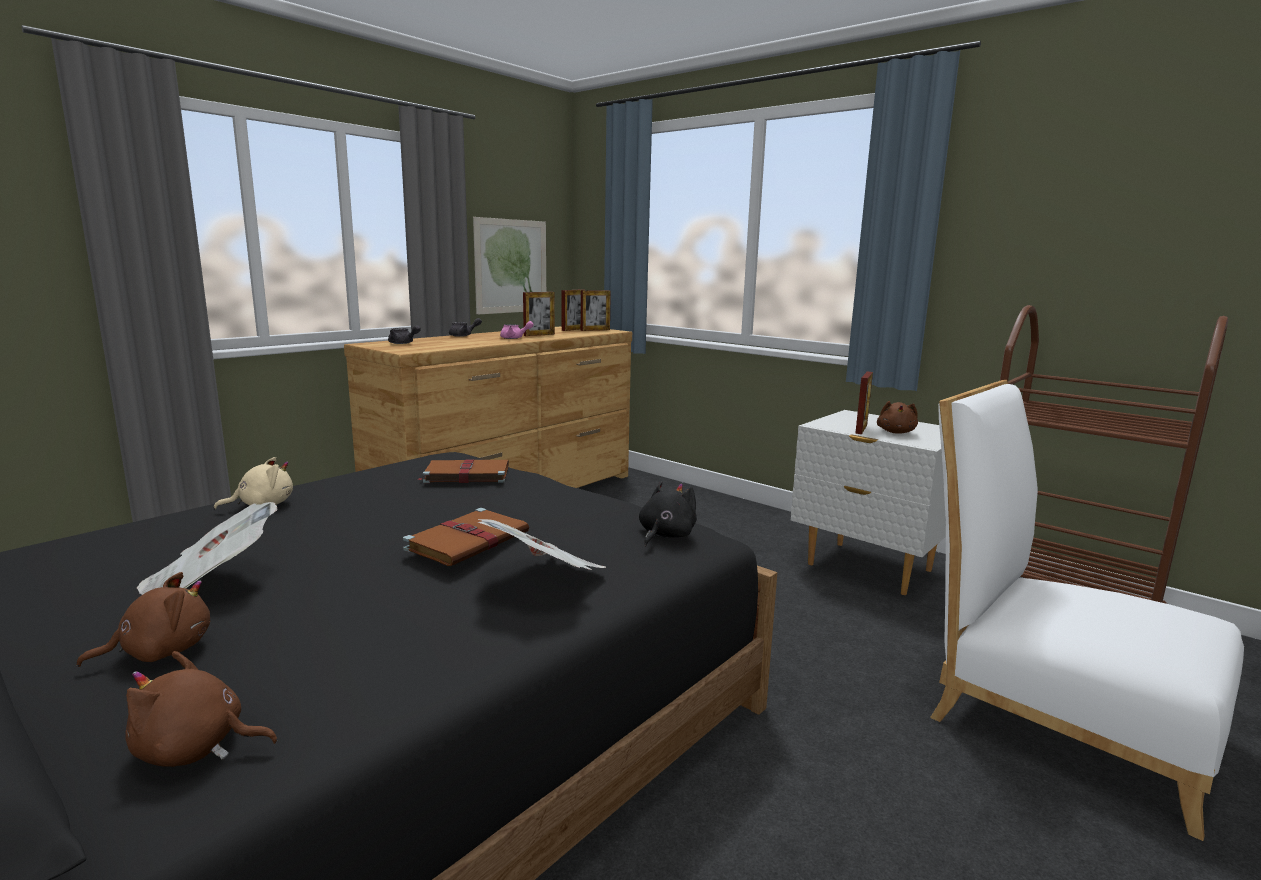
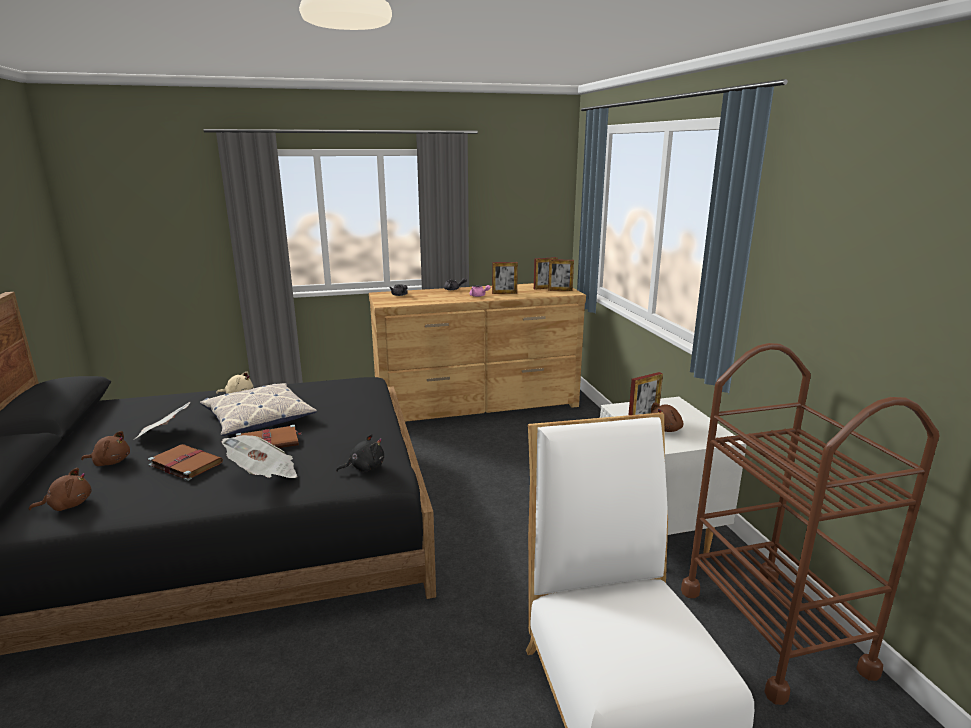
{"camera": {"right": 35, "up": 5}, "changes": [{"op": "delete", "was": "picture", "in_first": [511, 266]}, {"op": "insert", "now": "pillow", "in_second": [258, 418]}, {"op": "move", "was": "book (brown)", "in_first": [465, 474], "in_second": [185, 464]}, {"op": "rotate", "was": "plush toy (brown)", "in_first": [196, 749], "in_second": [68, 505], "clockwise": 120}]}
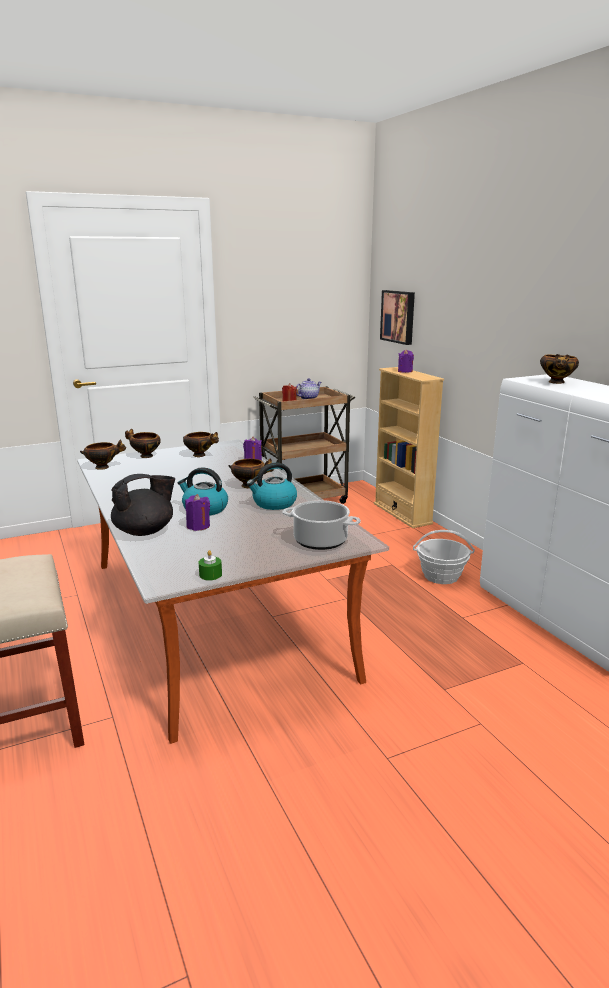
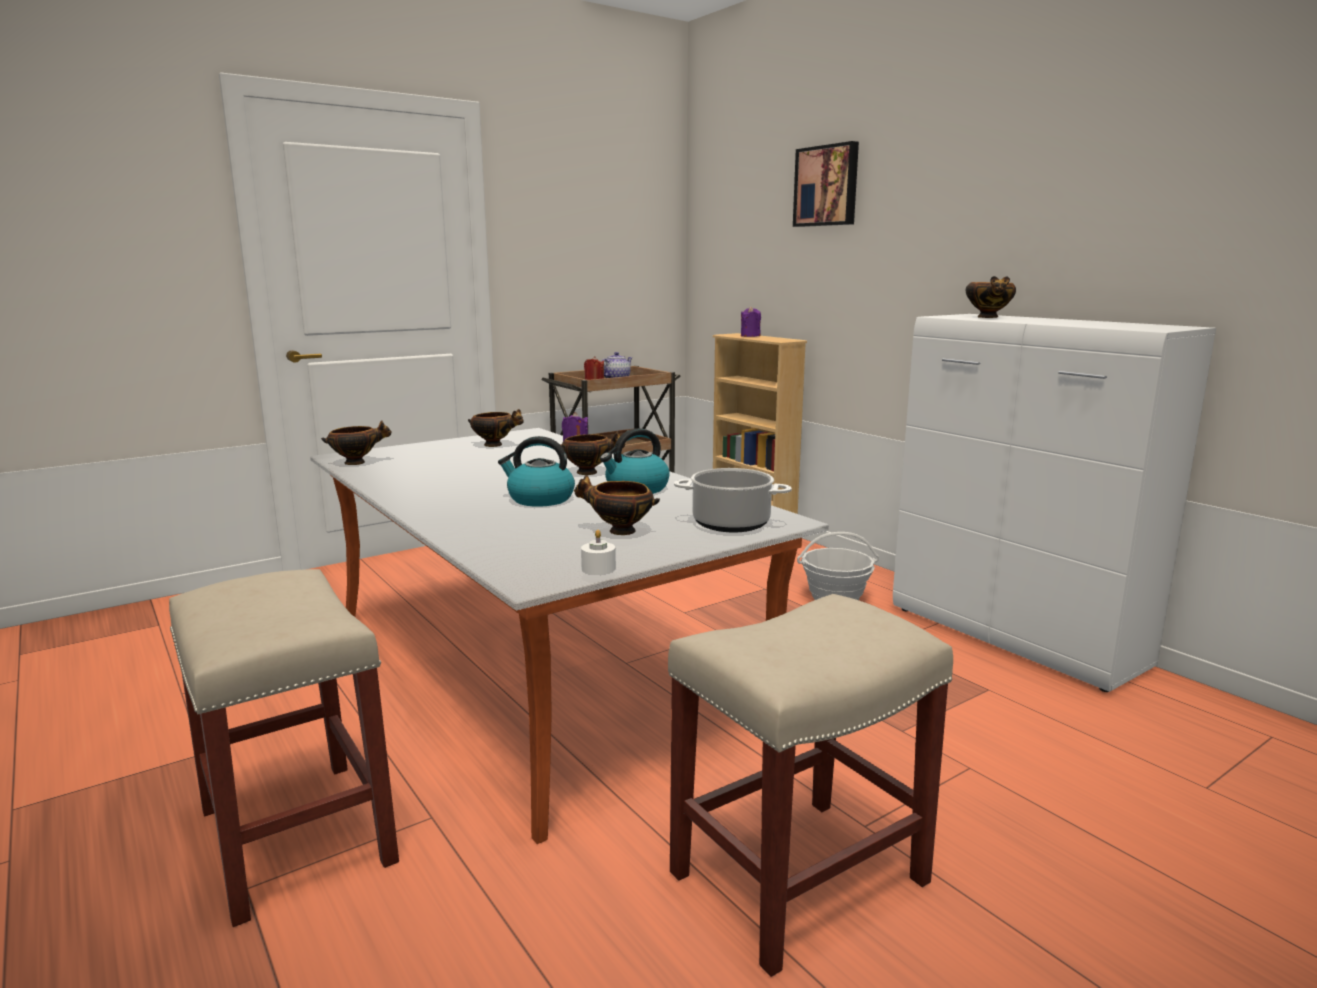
{"camera": {"right": -10, "up": -5}, "changes": [{"op": "delete", "was": "teapot (black)", "in_first": [145, 531]}, {"op": "delete", "was": "candle (purple)", "in_first": [198, 526]}, {"op": "insert", "now": "stool (beige)", "in_second": [796, 879]}, {"op": "move", "was": "bowl", "in_first": [145, 456], "in_second": [619, 531]}, {"op": "move", "was": "picture", "in_first": [399, 316], "in_second": [827, 186]}, {"op": "recolor", "was": "candle (green)", "now": "candle (white)", "in_first": [210, 575], "in_second": [598, 568]}]}
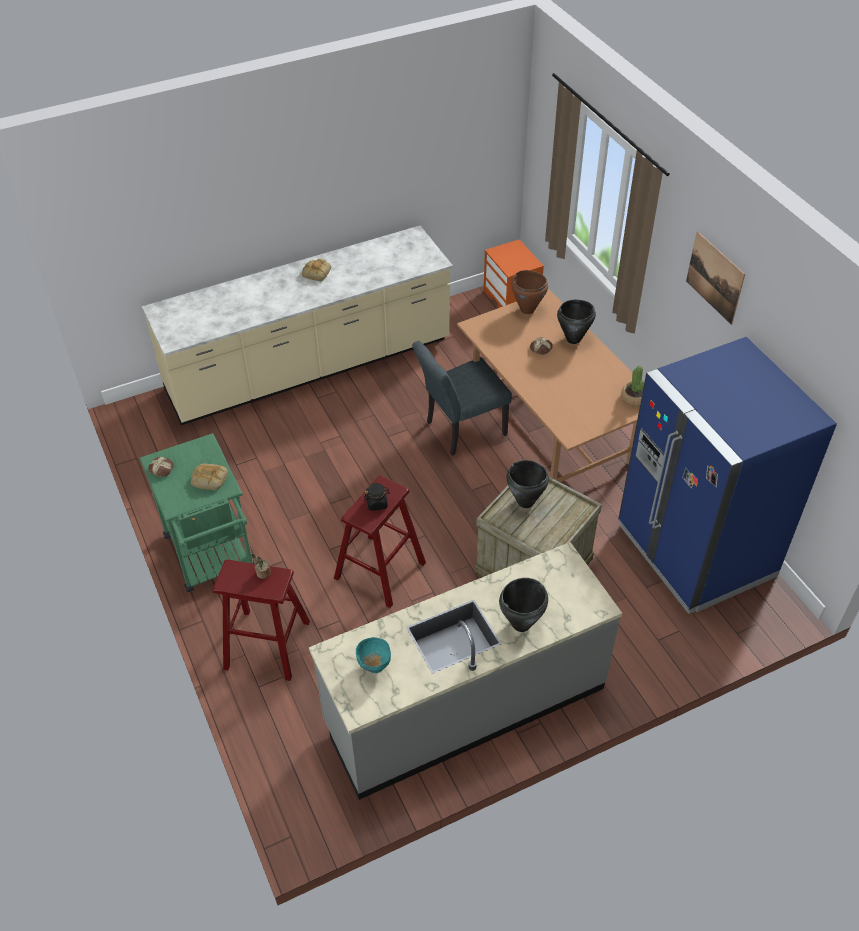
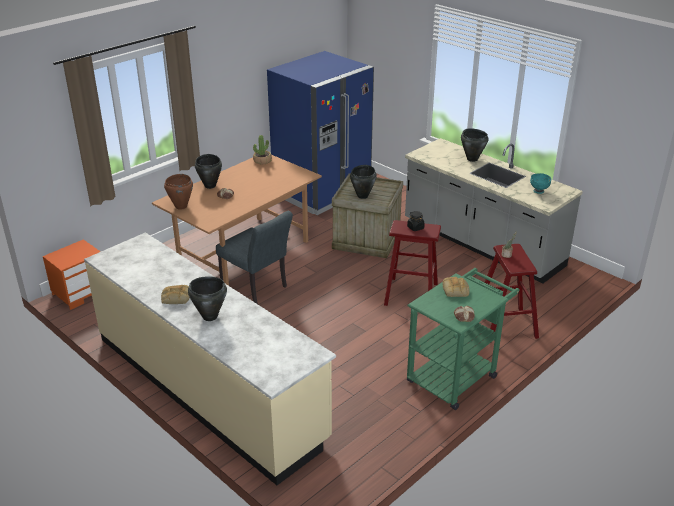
{"camera": {"right": -110, "up": -15}, "changes": [{"op": "delete", "was": "picture", "in_first": [715, 277]}, {"op": "insert", "now": "cooking pot (black)", "in_second": [209, 316]}]}
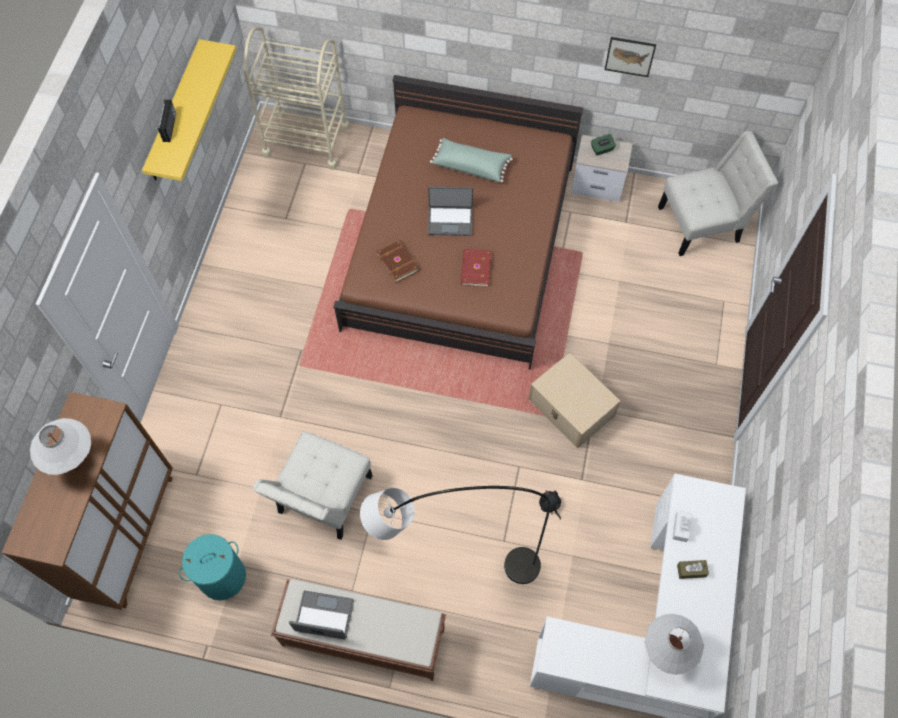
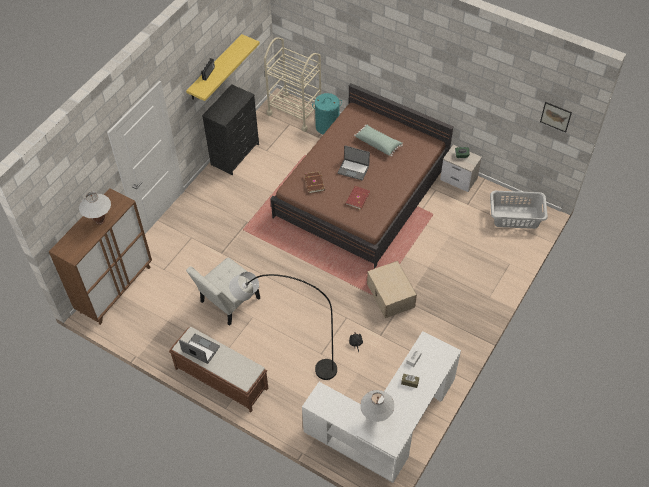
{"camera": {"right": 20, "up": -10}, "changes": [{"op": "insert", "now": "dresser (black)", "in_second": [235, 154]}, {"op": "move", "was": "laundry basket (turquoise)", "in_first": [222, 577], "in_second": [327, 126]}, {"op": "move", "was": "picture", "in_first": [630, 56], "in_second": [556, 116]}, {"op": "replace", "was": "chair (white)", "now": "laundry basket (grey)", "in_first": [703, 223], "in_second": [515, 217]}]}
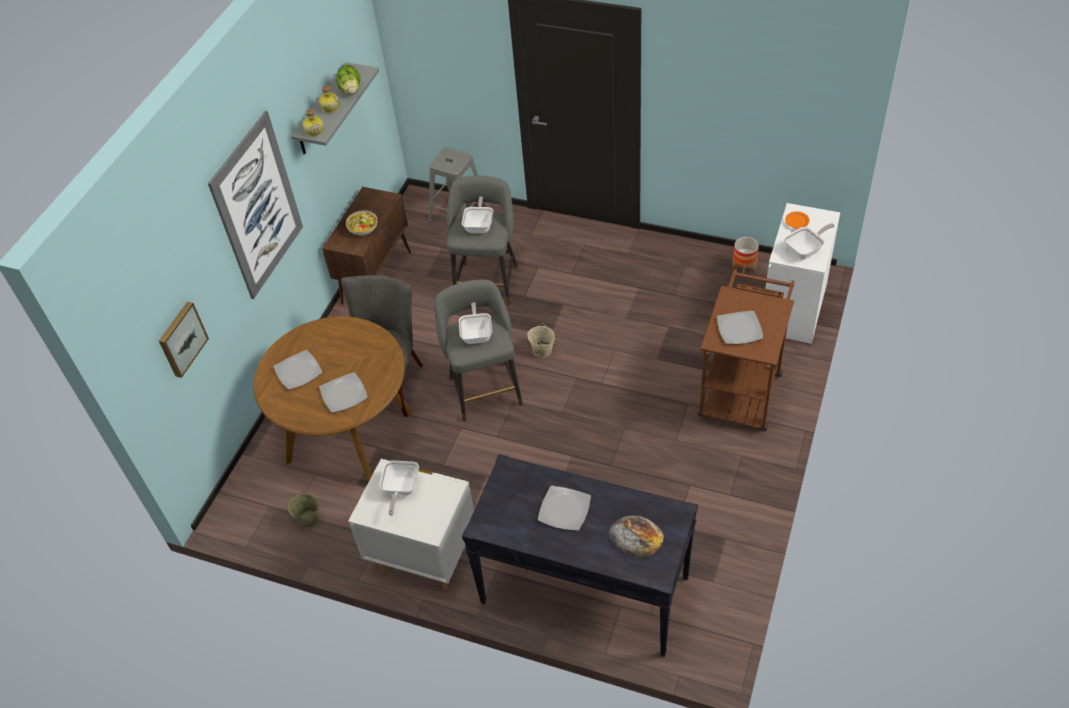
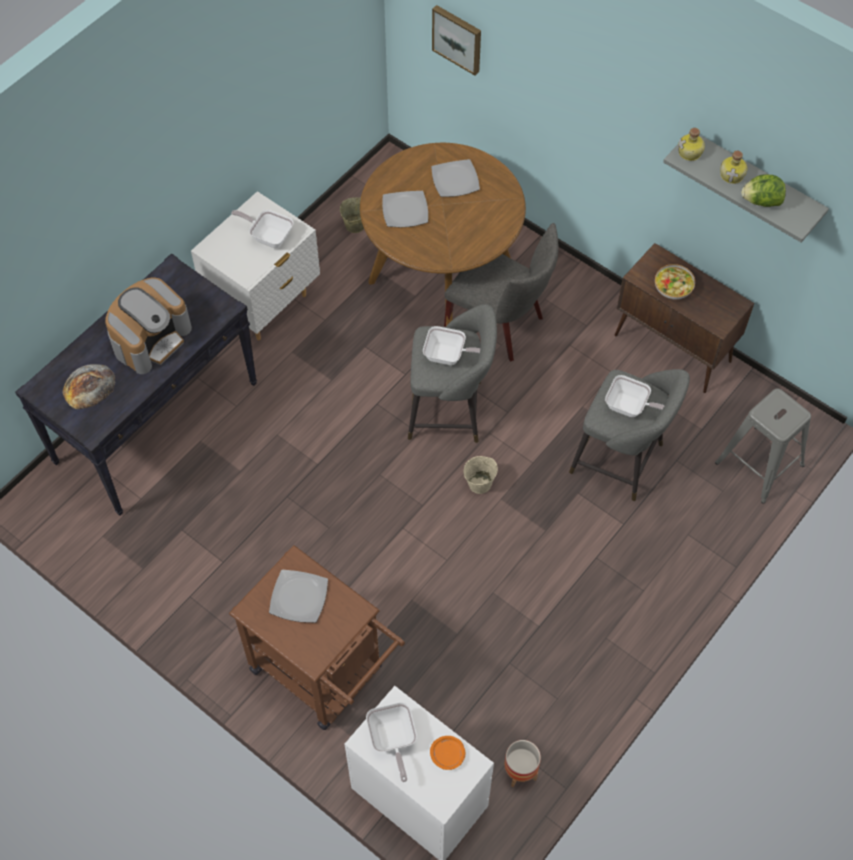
{"camera": {"right": 105, "up": 10}, "changes": [{"op": "delete", "was": "picture", "in_first": [258, 206]}, {"op": "replace", "was": "plate", "now": "coffee machine", "in_first": [564, 510], "in_second": [151, 338]}]}
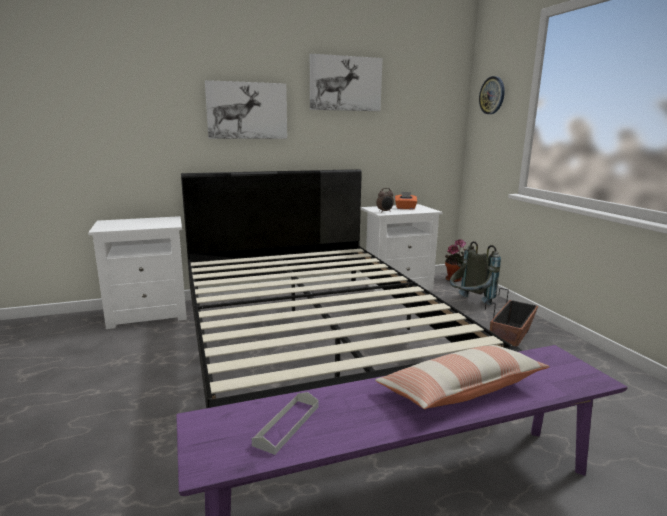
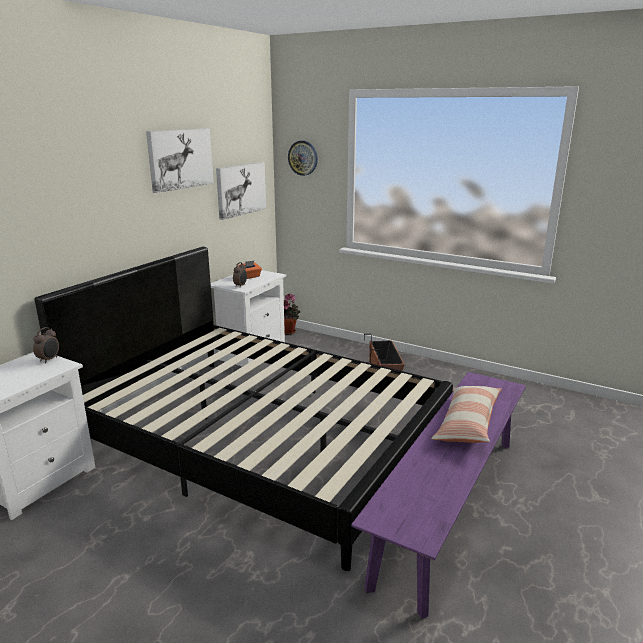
{"camera": {"right": -40, "up": 5}, "changes": [{"op": "delete", "was": "tray (grey)", "in_first": [287, 425]}, {"op": "delete", "was": "backpack (grey)", "in_first": [469, 303]}, {"op": "insert", "now": "alarm clock", "in_second": [49, 359]}, {"op": "move", "was": "picture", "in_first": [247, 110], "in_second": [240, 189]}]}
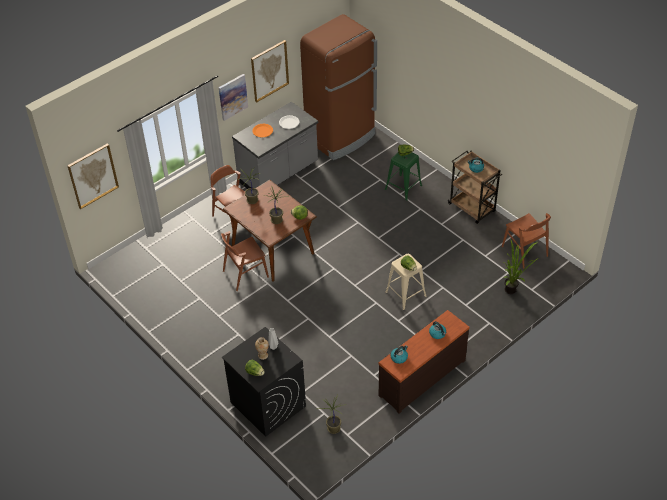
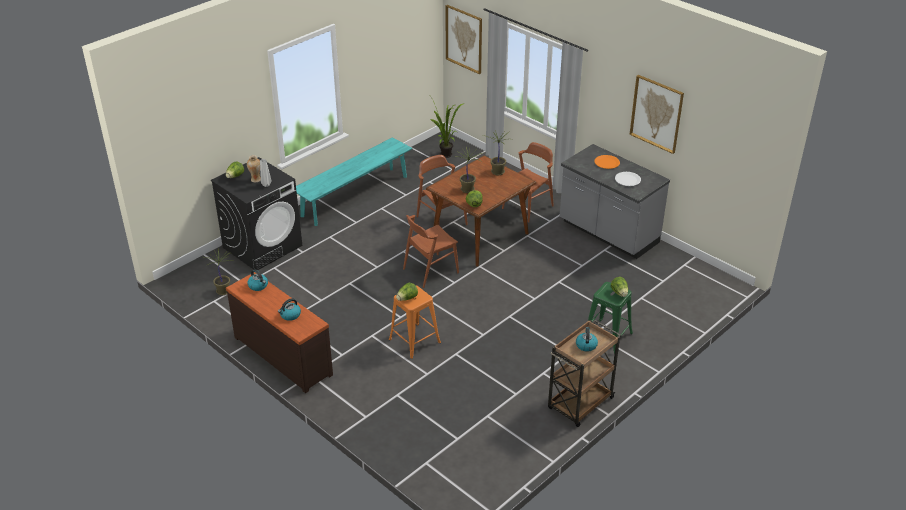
{"camera": {"right": 85, "up": -10}, "changes": [{"op": "delete", "was": "picture", "in_first": [232, 96]}, {"op": "delete", "was": "fridge (brown)", "in_first": [341, 137]}, {"op": "insert", "now": "bench (turquoise)", "in_second": [355, 196]}, {"op": "move", "was": "chair (brown)", "in_first": [524, 251], "in_second": [430, 270]}, {"op": "move", "was": "potted plant", "in_first": [513, 290], "in_second": [445, 156]}, {"op": "recolor", "was": "stool (beige)", "now": "stool (orange)", "in_first": [405, 294], "in_second": [414, 341]}]}
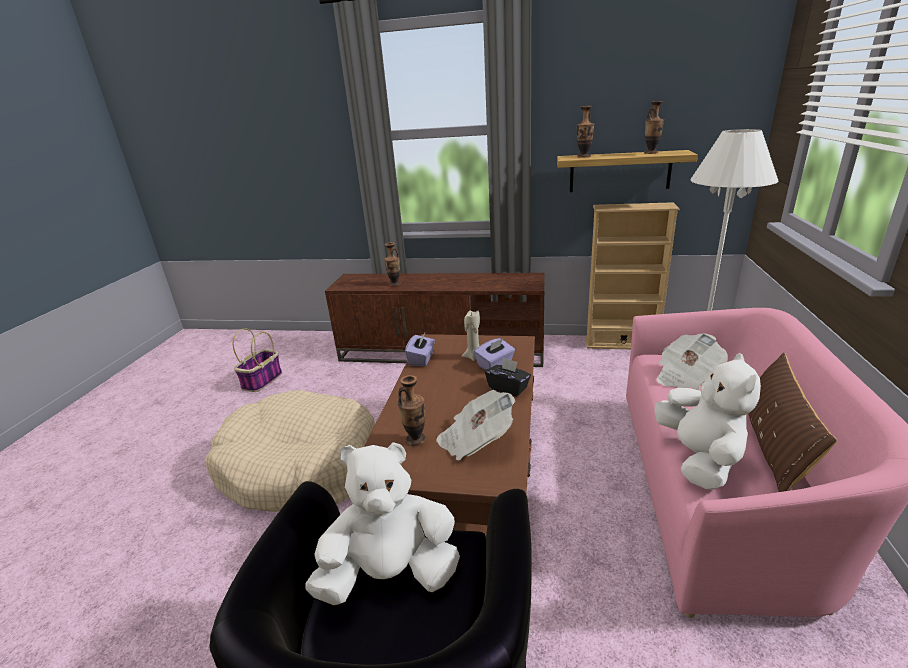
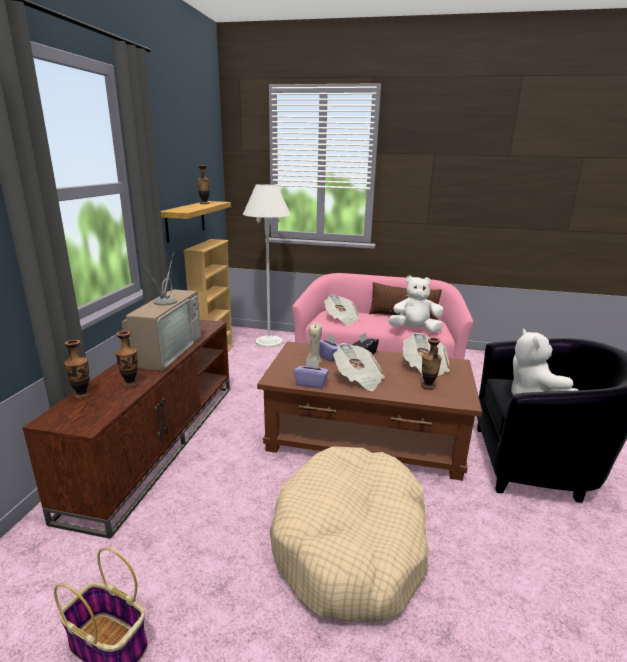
{"camera": {"right": -90, "up": -5}, "changes": [{"op": "insert", "now": "television", "in_second": [164, 350]}, {"op": "insert", "now": "newspaper", "in_second": [358, 379]}, {"op": "move", "was": "vase", "in_first": [583, 156], "in_second": [82, 395]}]}
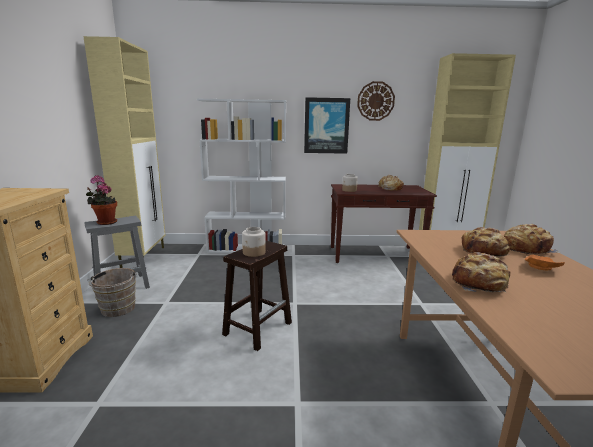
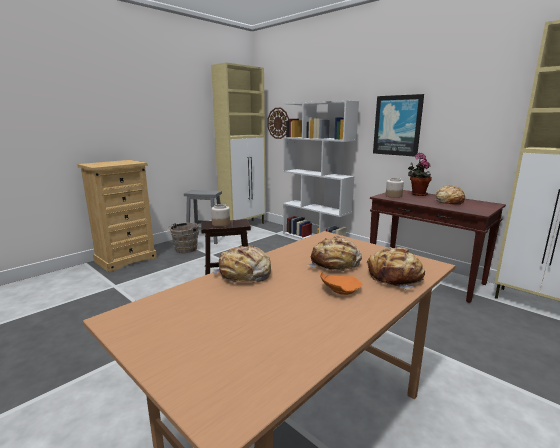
{"camera": {"right": 45, "up": 0}, "changes": [{"op": "move", "was": "potted plant", "in_first": [105, 222], "in_second": [417, 194]}, {"op": "move", "was": "wall clock", "in_first": [375, 101], "in_second": [278, 123]}]}
